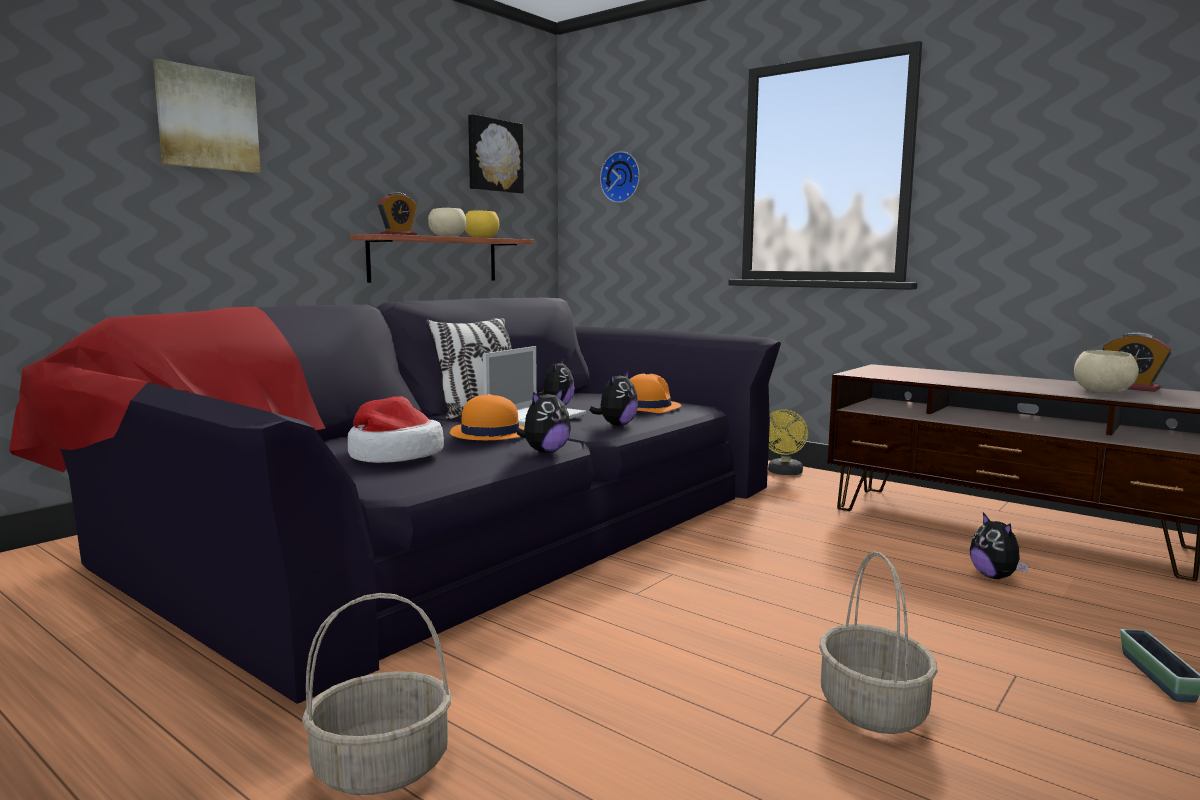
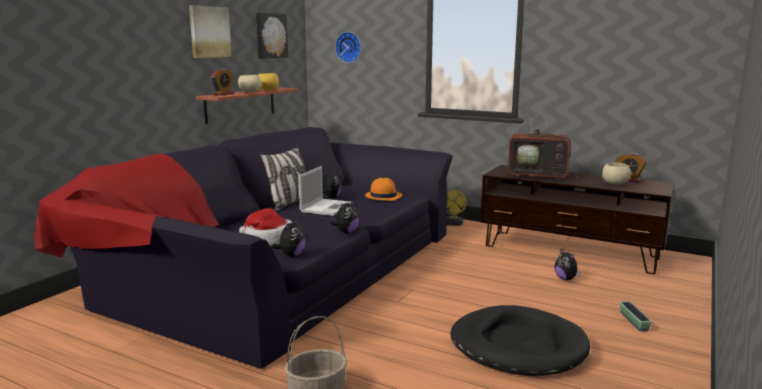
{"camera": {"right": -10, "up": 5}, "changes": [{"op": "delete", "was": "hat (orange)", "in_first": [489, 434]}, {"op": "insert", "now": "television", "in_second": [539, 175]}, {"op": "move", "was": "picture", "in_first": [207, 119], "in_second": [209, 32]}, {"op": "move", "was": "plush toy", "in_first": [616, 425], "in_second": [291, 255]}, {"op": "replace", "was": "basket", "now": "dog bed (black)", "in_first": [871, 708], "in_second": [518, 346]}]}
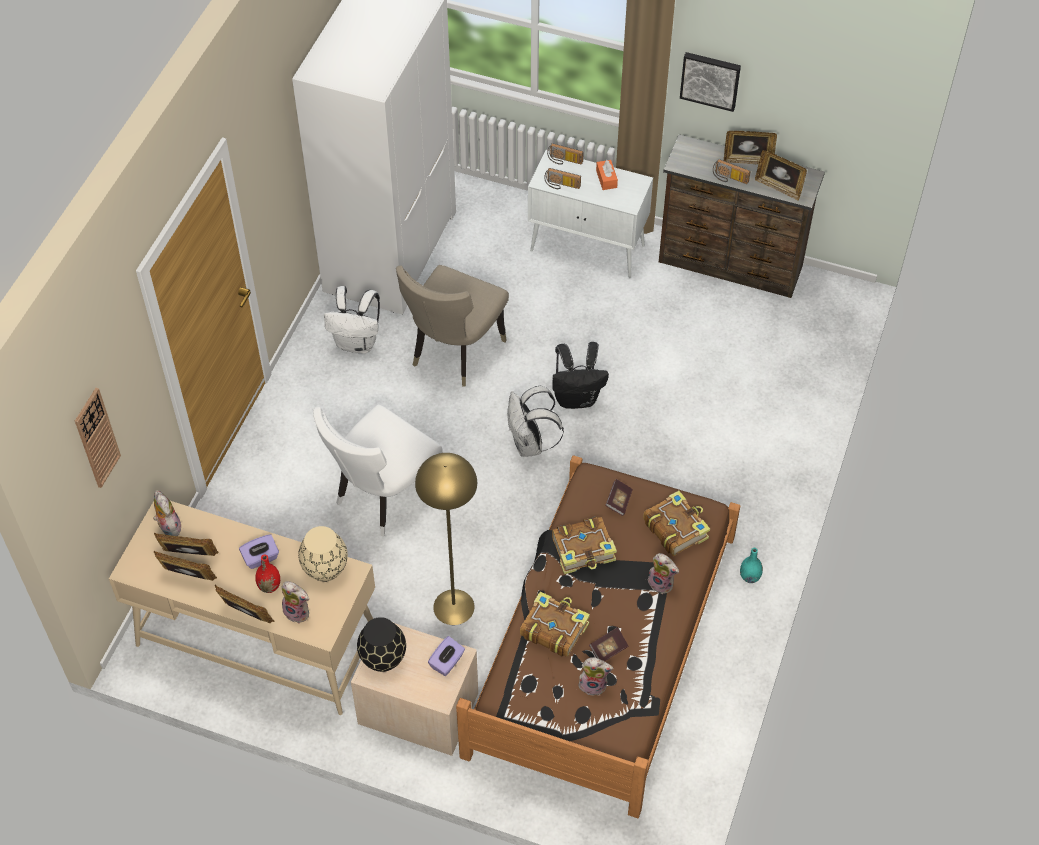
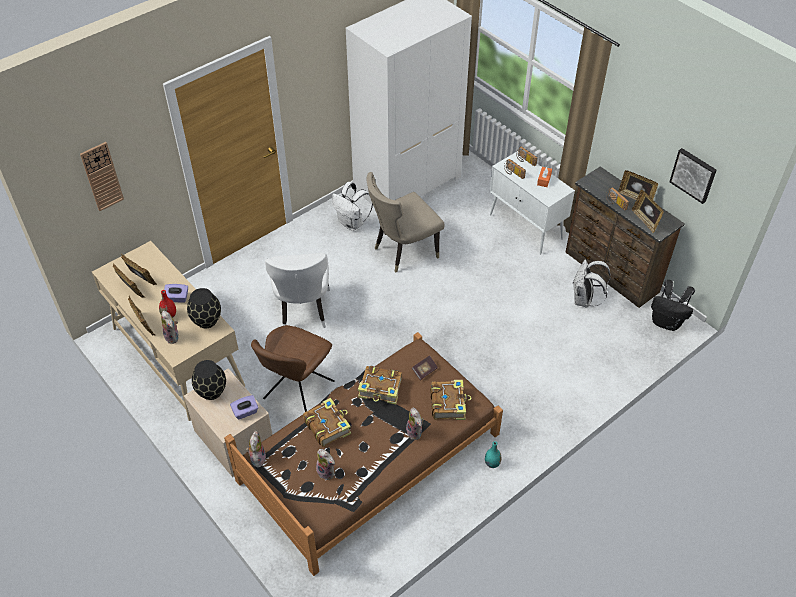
{"camera": {"right": 30, "up": -5}, "changes": [{"op": "delete", "was": "book", "in_first": [608, 649]}, {"op": "move", "was": "plush toy", "in_first": [168, 526], "in_second": [257, 458]}, {"op": "move", "was": "backpack (white)", "in_first": [530, 444], "in_second": [584, 300]}, {"op": "move", "was": "backpack (black)", "in_first": [577, 398], "in_second": [666, 322]}, {"op": "move", "was": "picture", "in_first": [710, 79], "in_second": [694, 175]}, {"op": "replace", "was": "floor lamp (yellow)", "now": "chair (brown)", "in_first": [453, 607], "in_second": [297, 392]}, {"op": "recolor", "was": "vase (beige)", "now": "vase (black)", "in_first": [325, 568], "in_second": [207, 320]}, {"op": "rotate", "was": "chair (white)", "in_first": [382, 497], "in_second": [303, 312], "clockwise": -75}]}
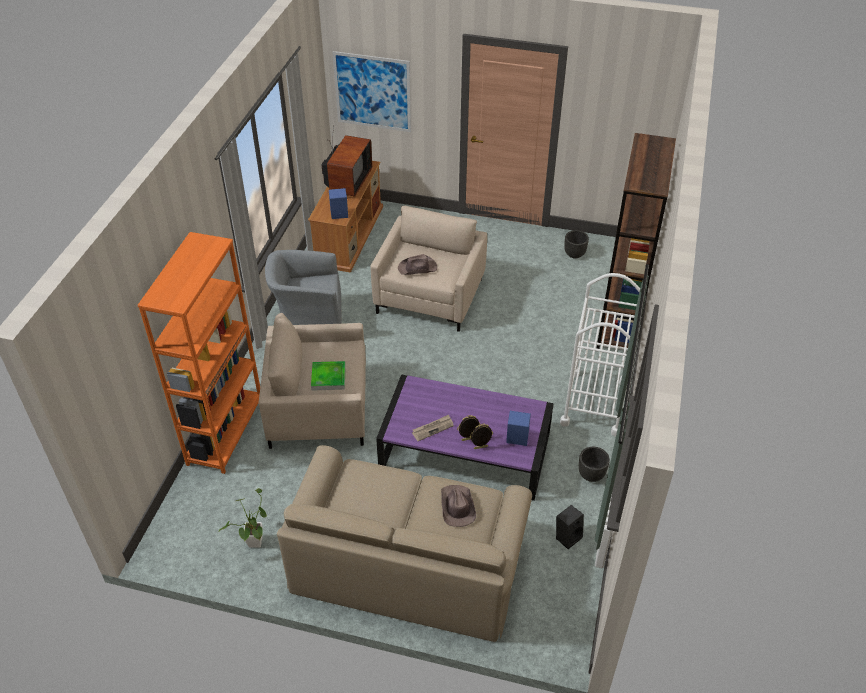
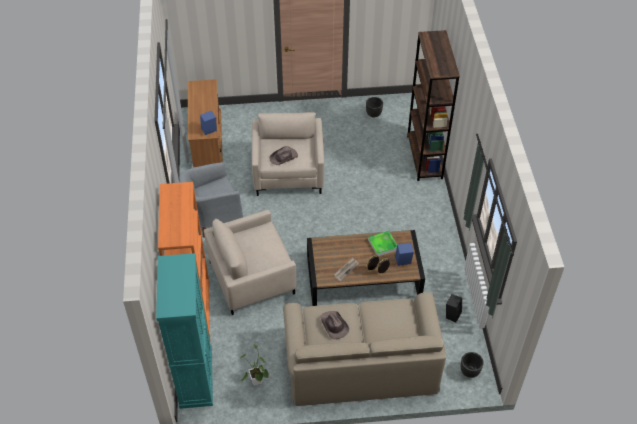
{"camera": {"right": -20, "up": 5}, "changes": [{"op": "delete", "was": "television", "in_first": [347, 182]}, {"op": "delete", "was": "picture", "in_first": [372, 92]}, {"op": "delete", "was": "cart (white)", "in_first": [594, 402]}, {"op": "insert", "now": "cabinet (turquoise)", "in_second": [196, 377]}, {"op": "move", "was": "tray", "in_first": [328, 377], "in_second": [383, 244]}, {"op": "move", "was": "hat (brown)", "in_first": [457, 507], "in_second": [334, 325]}, {"op": "move", "was": "planter (black)", "in_first": [591, 475], "in_second": [469, 371]}, {"op": "recolor", "was": "coffee table (purple)", "now": "coffee table (brown)", "in_first": [464, 450], "in_second": [363, 277]}]}
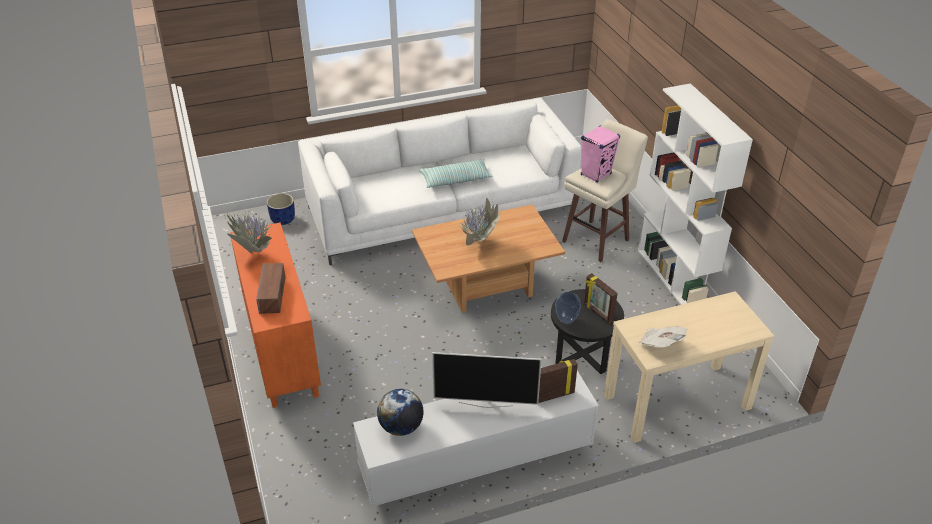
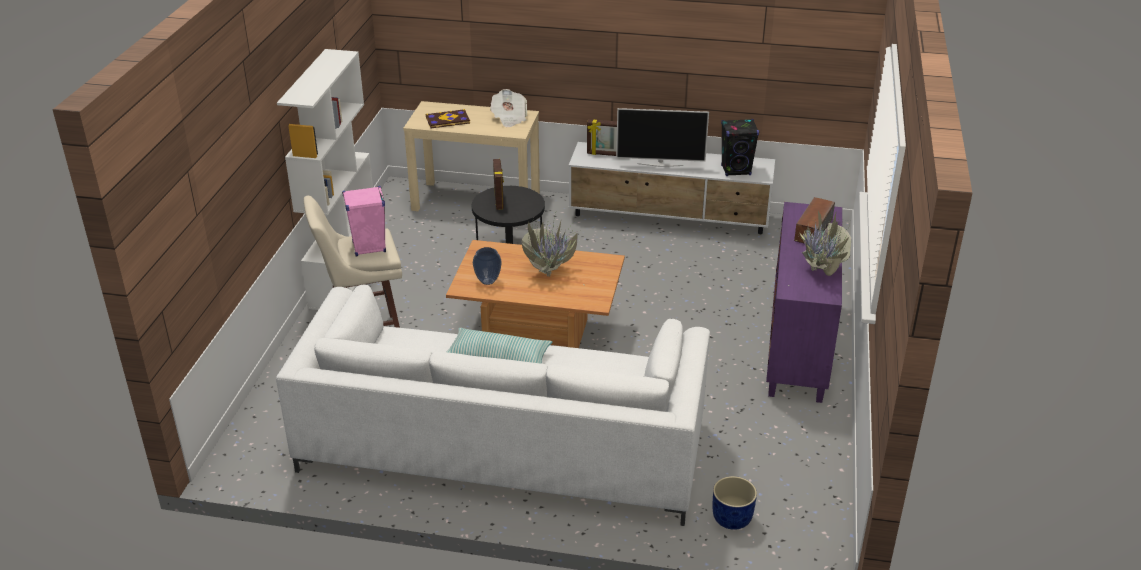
{"camera": {"right": -150, "up": -5}, "changes": [{"op": "insert", "now": "book", "in_second": [448, 120]}, {"op": "move", "was": "vase", "in_first": [567, 320], "in_second": [487, 281]}, {"op": "replace", "was": "globe", "now": "speaker (black)", "in_first": [401, 427], "in_second": [736, 170]}, {"op": "recolor", "was": "cabinet (orange)", "now": "cabinet (purple)", "in_first": [281, 350], "in_second": [798, 348]}, {"op": "rotate", "was": "television", "in_first": [485, 403], "in_second": [660, 164], "clockwise": 150}]}
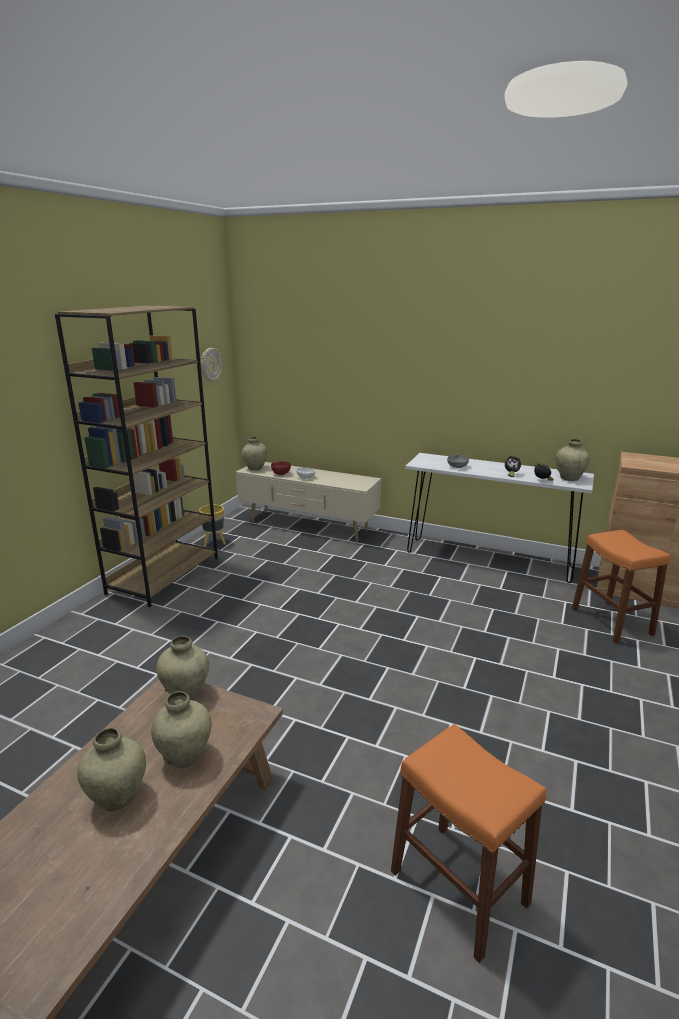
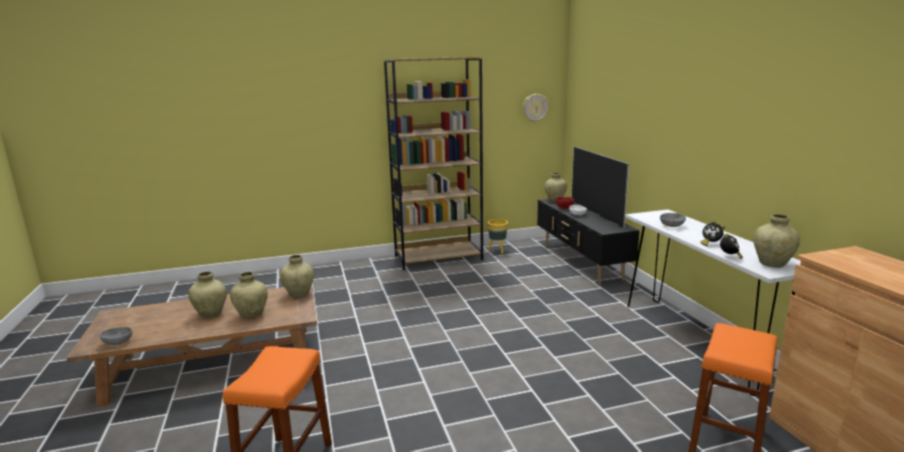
{"camera": {"right": 50, "up": -5}, "changes": [{"op": "insert", "now": "bowl (grey)", "in_second": [118, 342]}, {"op": "insert", "now": "television", "in_second": [596, 214]}, {"op": "recolor", "was": "tv stand (beige)", "now": "tv stand (black)", "in_first": [308, 526], "in_second": [580, 262]}]}
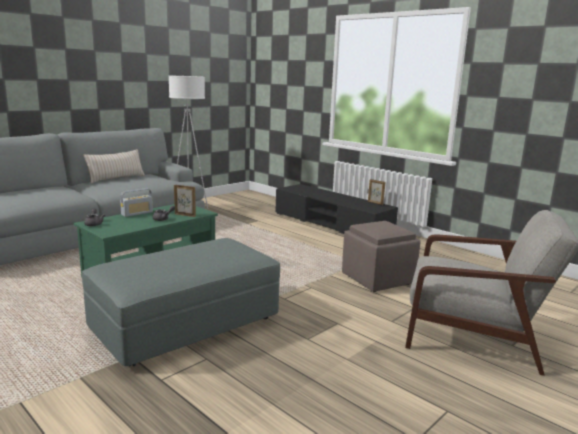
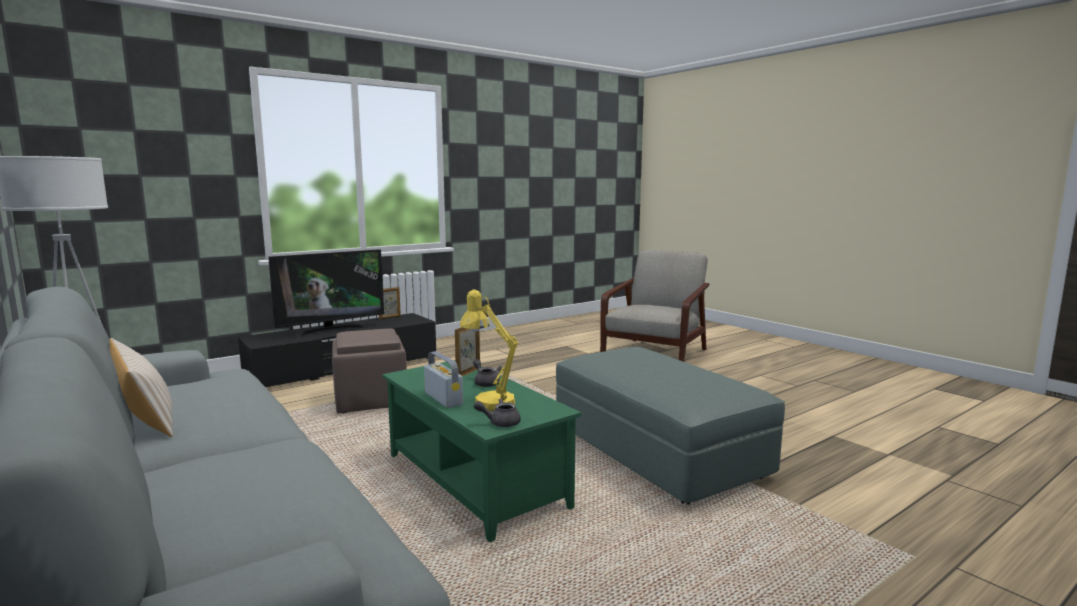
{"camera": {"right": -80, "up": -5}, "changes": [{"op": "insert", "now": "television", "in_second": [331, 330]}, {"op": "insert", "now": "table lamp (yellow)", "in_second": [489, 401]}, {"op": "move", "was": "ottoman (brown)", "in_first": [378, 279], "in_second": [371, 400]}]}
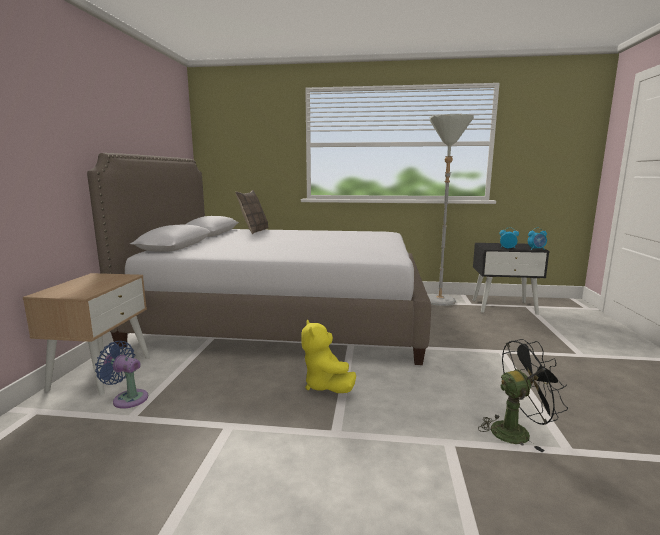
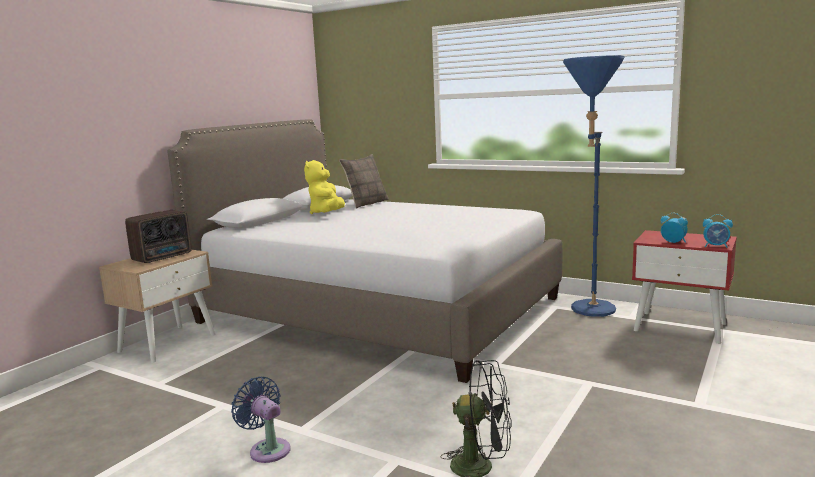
{"camera": {"right": 25, "up": 0}, "changes": [{"op": "insert", "now": "radio", "in_second": [164, 257]}, {"op": "move", "was": "fan (blue)", "in_first": [128, 398], "in_second": [267, 449]}, {"op": "move", "was": "plush toy (yellow)", "in_first": [326, 386], "in_second": [327, 213]}, {"op": "recolor", "was": "floor lamp (grey)", "now": "floor lamp (blue)", "in_first": [439, 303], "in_second": [589, 312]}, {"op": "recolor", "was": "nightstand (black)", "now": "nightstand (red)", "in_first": [504, 307], "in_second": [680, 327]}]}
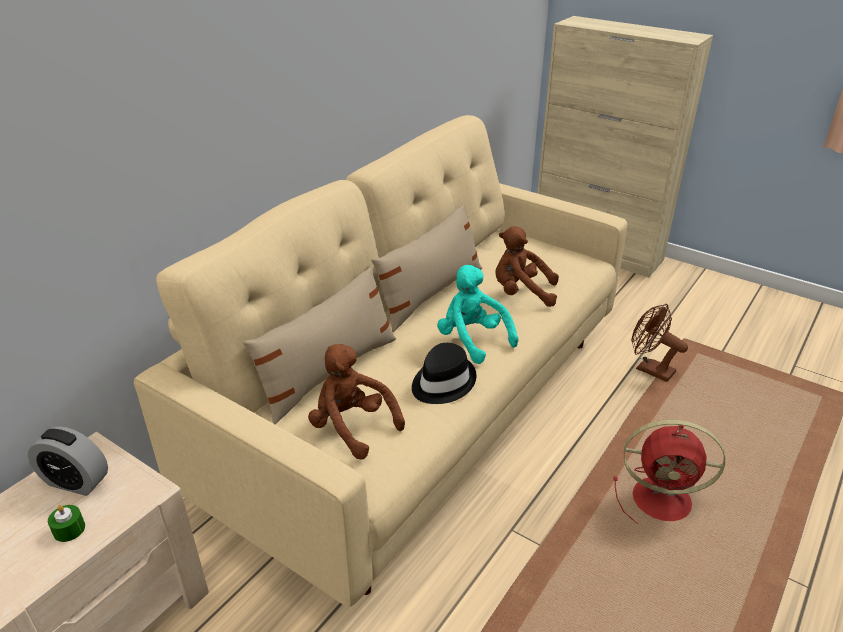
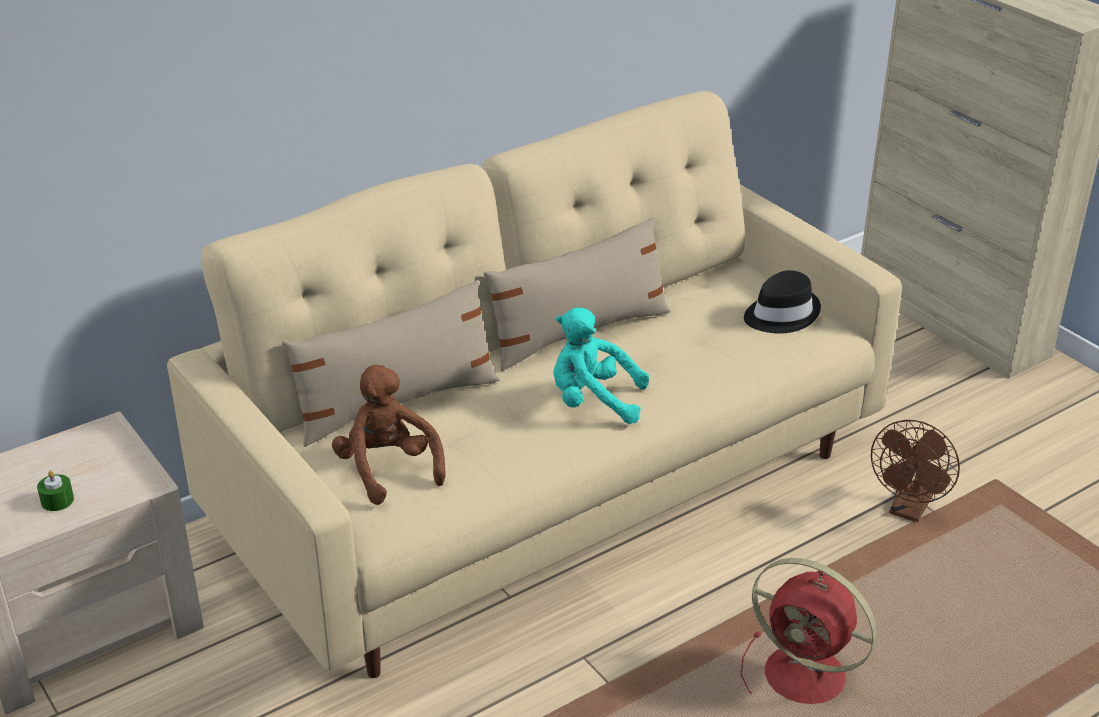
{"camera": {"right": 20, "up": 0}, "changes": [{"op": "delete", "was": "alarm clock", "in_first": [76, 481]}, {"op": "delete", "was": "plush toy (brown)", "in_first": [521, 293]}, {"op": "move", "was": "hat (black)", "in_first": [442, 382], "in_second": [780, 314]}, {"op": "rotate", "was": "plush toy (turquoise)", "in_first": [472, 340], "in_second": [593, 402], "clockwise": -60}, {"op": "rotate", "was": "fan (brown)", "in_first": [649, 369], "in_second": [909, 510], "clockwise": -120}]}
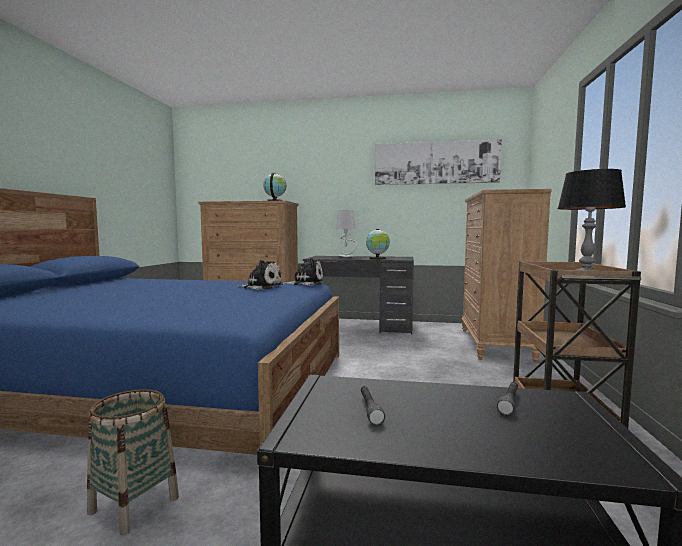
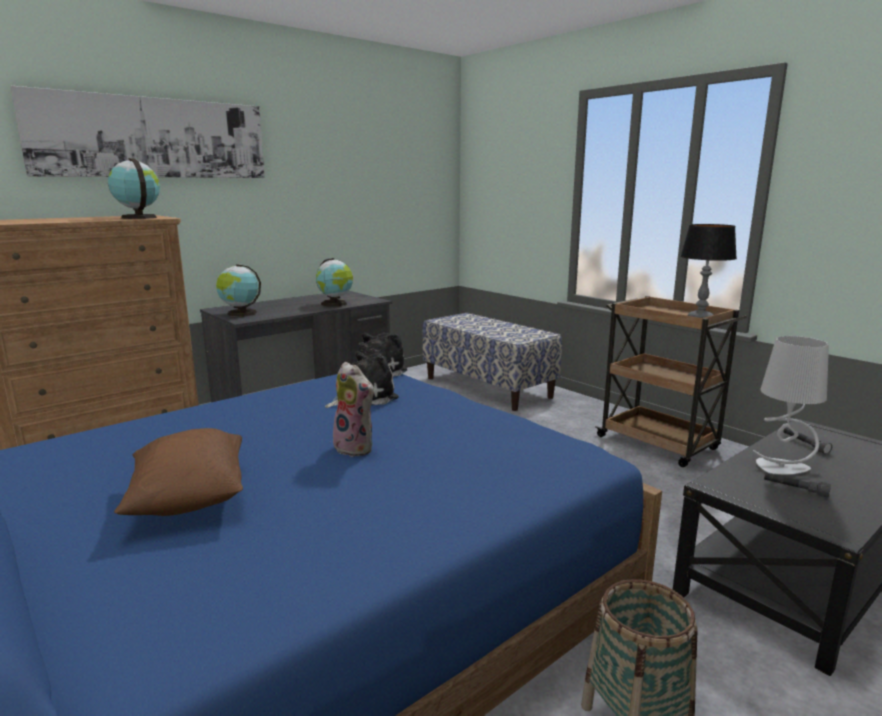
{"camera": {"right": -50, "up": 10}, "changes": [{"op": "insert", "now": "pillow (brown)", "in_second": [189, 499]}, {"op": "insert", "now": "globe", "in_second": [240, 314]}, {"op": "insert", "now": "plush toy", "in_second": [356, 448]}, {"op": "move", "was": "table lamp (grey)", "in_first": [346, 256], "in_second": [781, 468]}, {"op": "move", "was": "picture", "in_first": [436, 163], "in_second": [153, 138]}, {"op": "replace", "was": "dresser (brown)", "now": "bench", "in_first": [496, 344], "in_second": [488, 387]}]}
